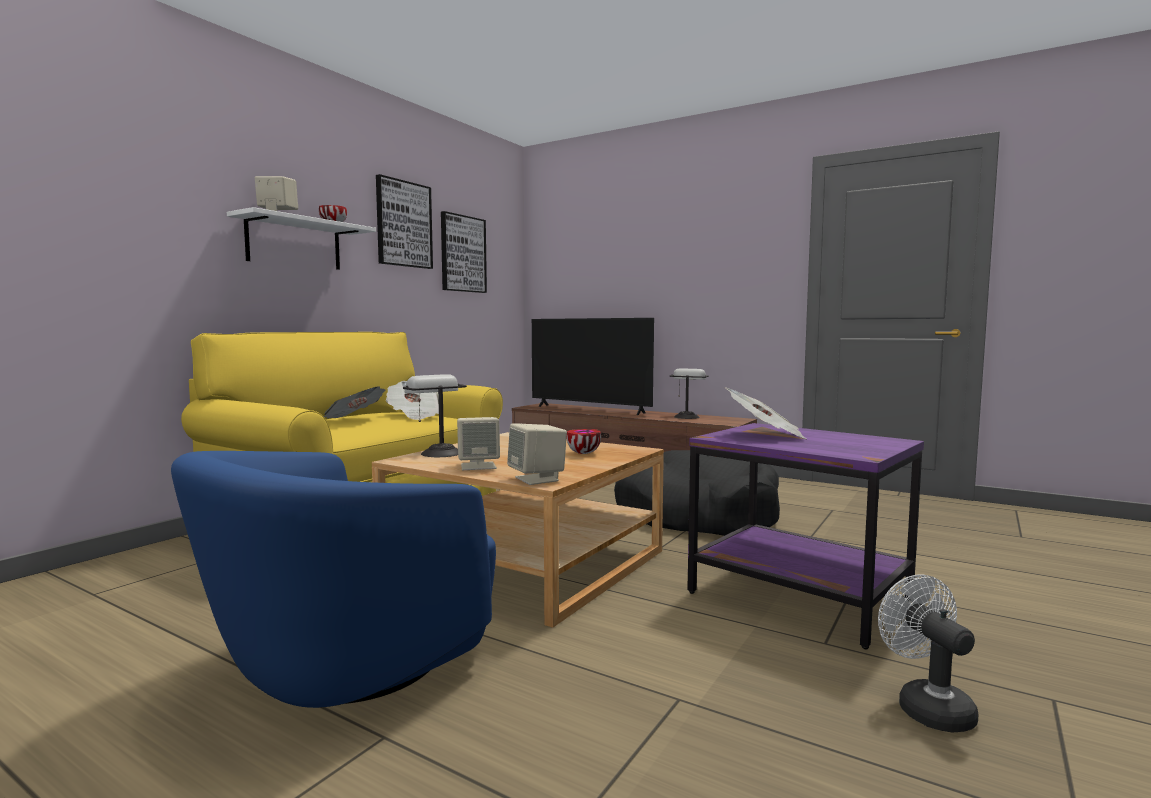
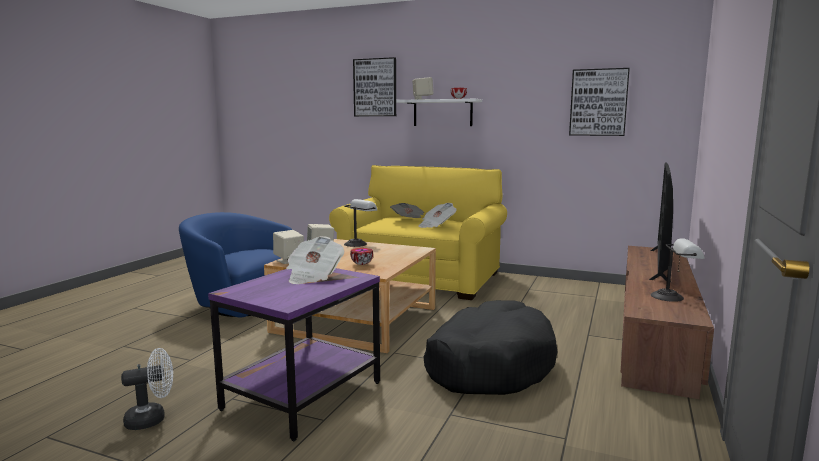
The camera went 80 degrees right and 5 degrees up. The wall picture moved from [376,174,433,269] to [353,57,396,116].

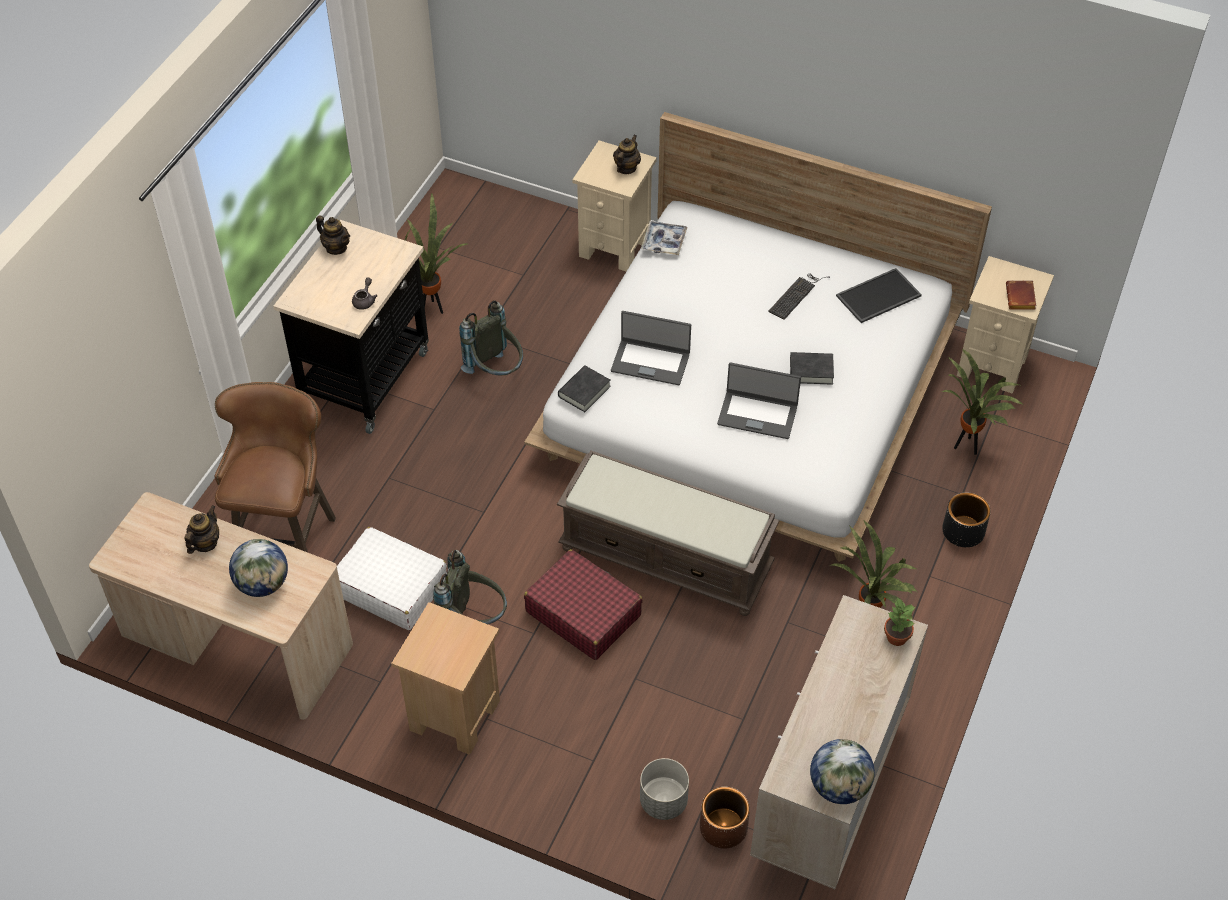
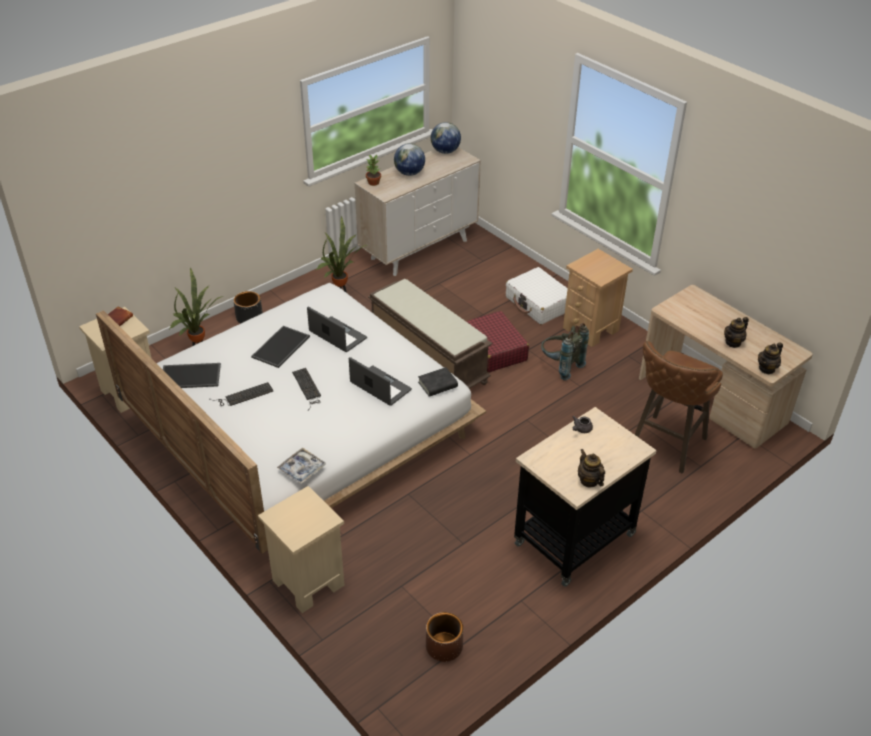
The camera went 155 degrees left and 10 degrees down. The houseplant at [405,193,467,314] disappeared. The greyish backpack at [459,300,523,375] disappeared. The greyish flower pot at [640,758,689,820] disappeared. The PC keyboard at [292,368,321,411] appeared. The globe moved from [229,539,288,597] to [394,143,425,176]. The whitish suitcase moved from [337,527,447,630] to [506,267,568,325]. The teapot moved from [613,134,641,174] to [758,342,783,374]. The brown flower pot moved from [700,786,750,849] to [426,612,463,662]. The blackish bound book at [790,352,834,385] was replaced by the tray at [251,326,310,368].

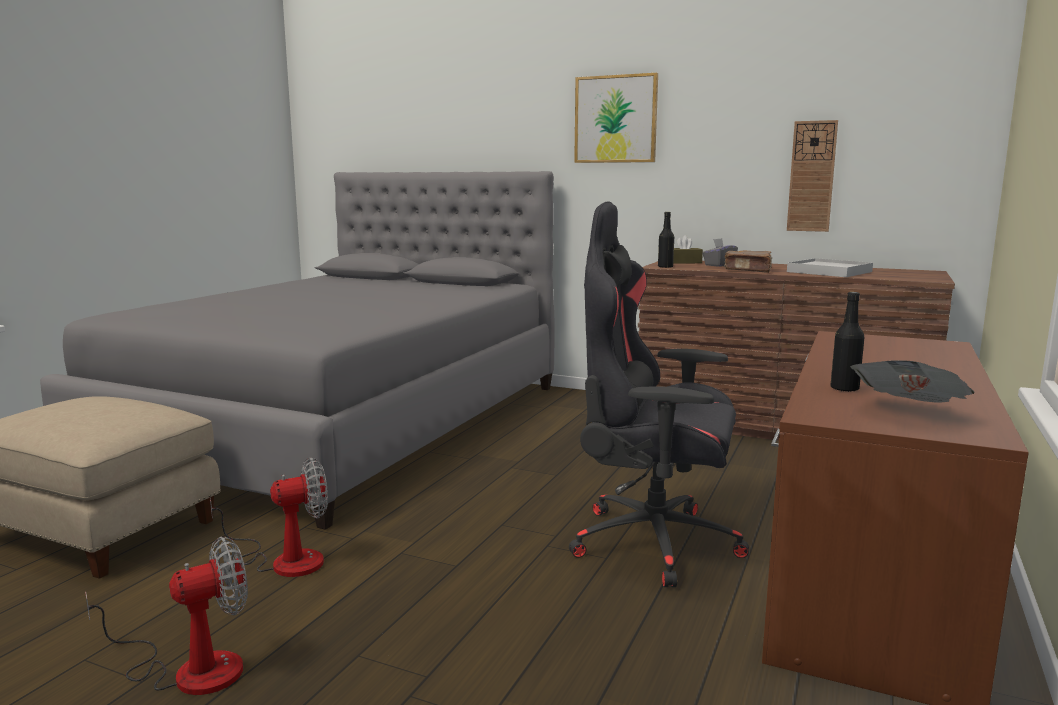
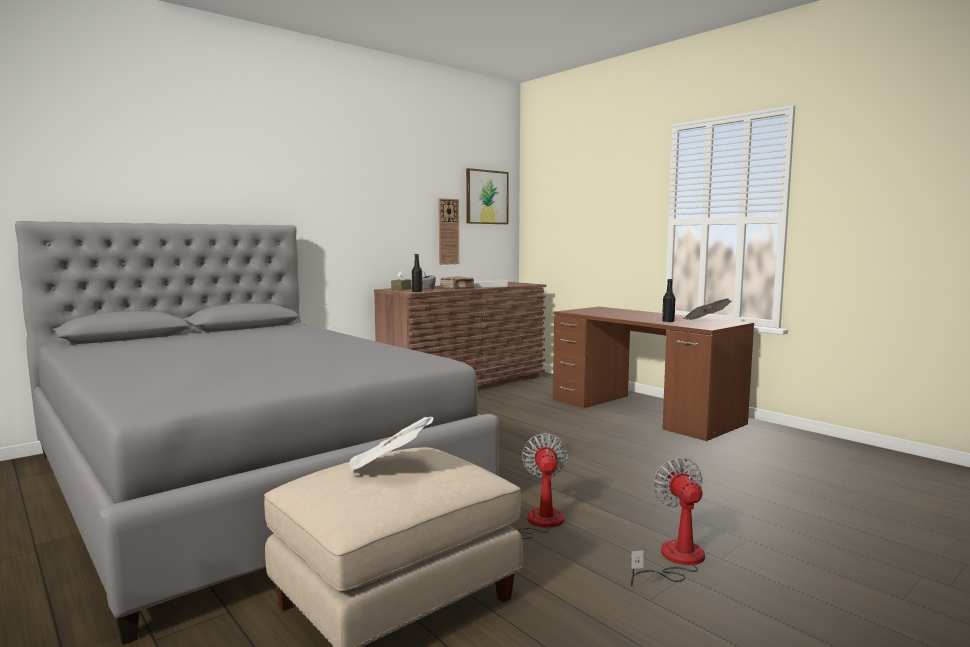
The camera went 65 degrees left and 5 degrees down. The blackish office chair at [569,202,749,587] disappeared. The newspaper at [349,417,433,473] appeared. The wall picture moved from [574,73,658,163] to [466,168,509,224].

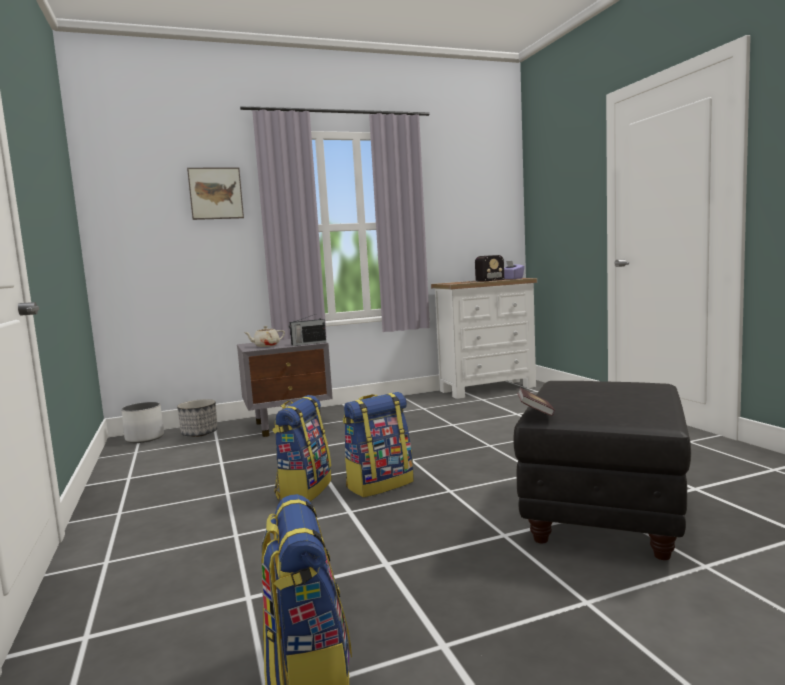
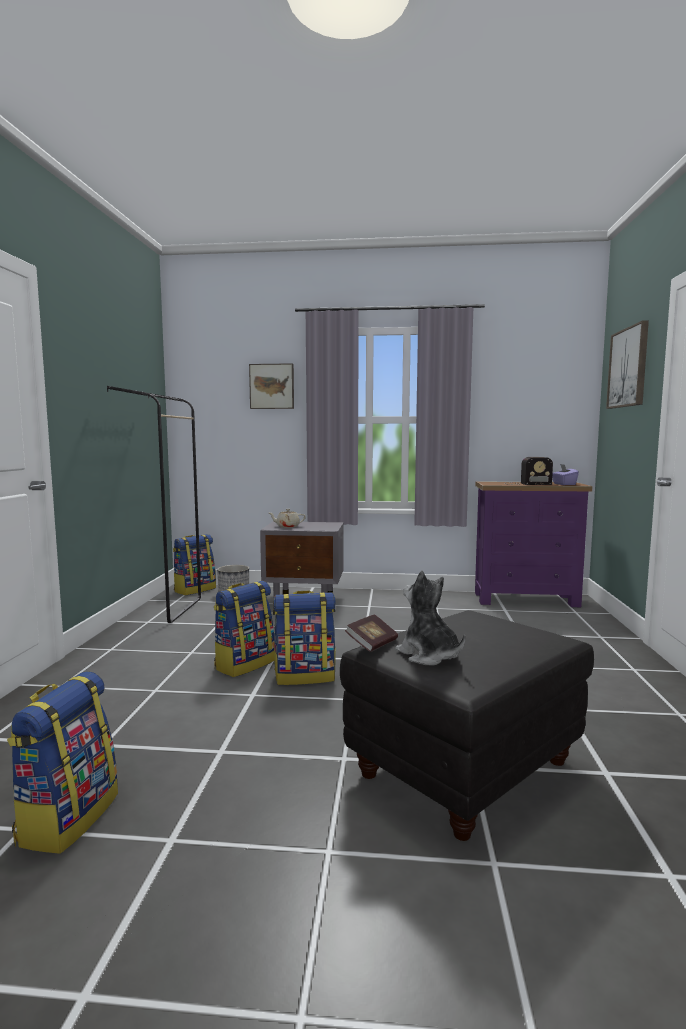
The camera went 25 degrees right and 0 degrees up. The radio set at [289,314,326,346] disappeared. The blackish garment rack at [107,386,201,623] appeared. The cuddly toy at [395,570,465,665] appeared. The wall picture at [606,320,649,409] appeared. The whitish flower pot at [121,402,164,443] was replaced by the backpack at [173,534,216,595]. The whitish chest of drawers at [431,278,537,399] became the purple chest of drawers at [475,481,593,607].

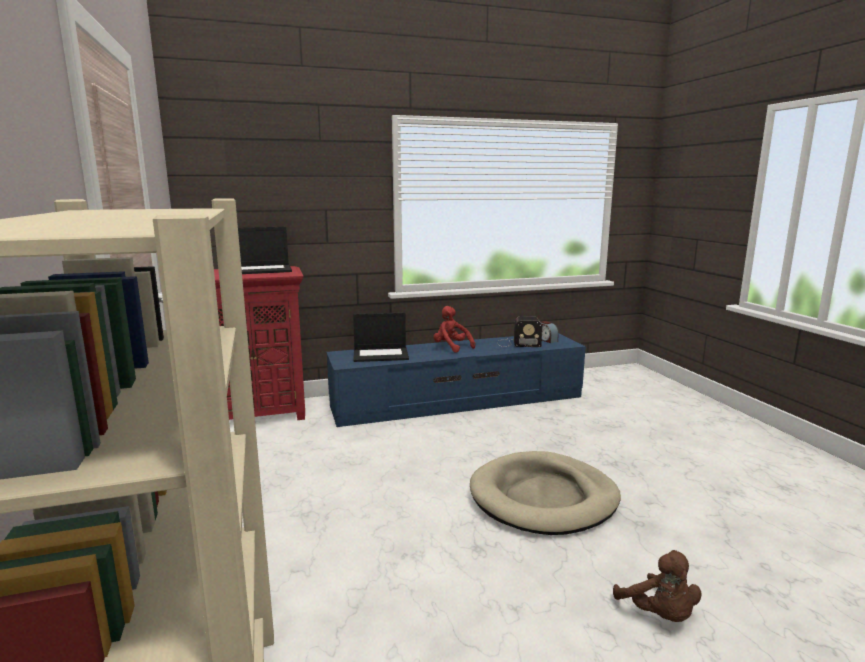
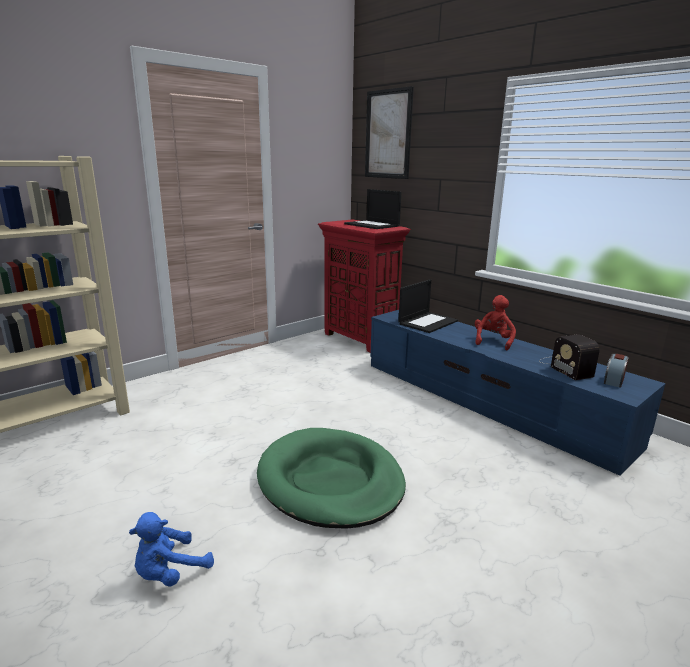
The camera went 65 degrees right and 5 degrees up. The wall picture at [365,86,414,179] appeared. The beige dog cushion at [470,451,621,535] became the greenish dog cushion at [257,428,406,529]. The brown cuddly toy at [613,550,701,622] became the bluish cuddly toy at [129,512,214,587]. The notebook computer at [353,312,409,362] turned 105 degrees counterclockwise.

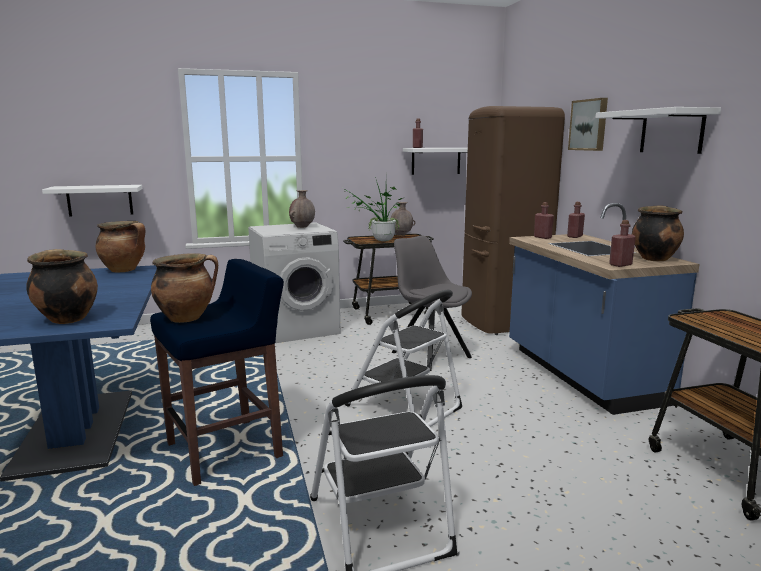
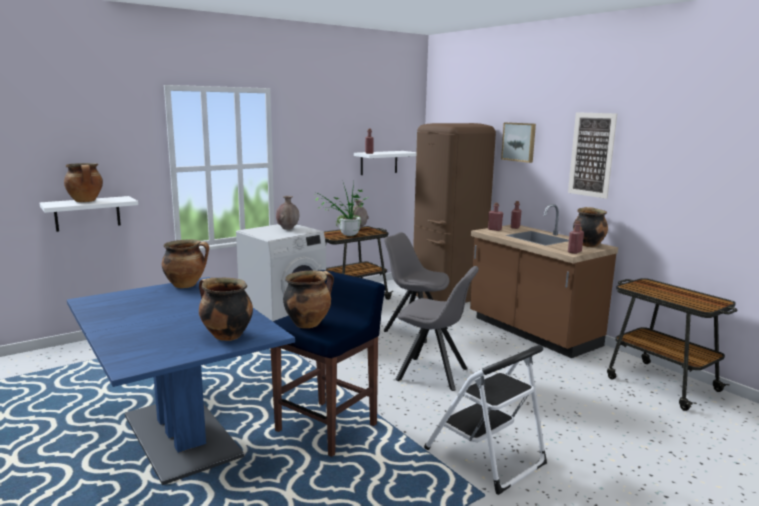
The camera went 20 degrees left and 0 degrees up. The saucepot at [64,163,103,202] appeared. The stepladder at [345,290,462,427] was replaced by the greyish chair at [396,266,479,391]. The whitish wall shelf at [596,107,721,154] was replaced by the wall picture at [568,112,617,199]. The bluish kitchen base unit at [509,203,700,415] became the brown kitchen base unit at [470,204,618,358].

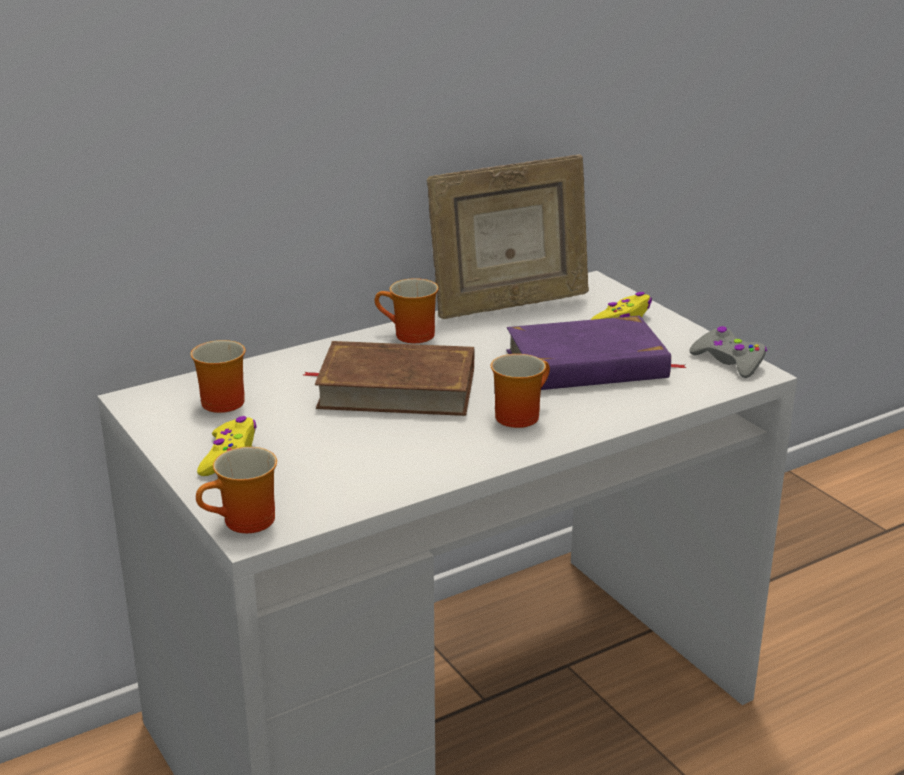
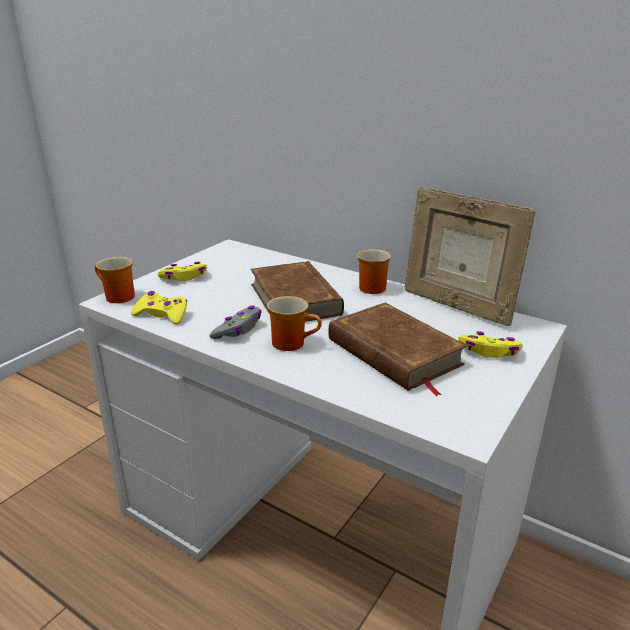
The camera went 65 degrees right and 0 degrees up. The tea mug at [190,340,245,413] disappeared. The yellow-coloured joypad at [131,291,187,324] appeared. The greyish joypad moved from [690,326,767,378] to [209,306,262,339]. The purple bound book at [506,316,687,390] became the brown bound book at [328,303,467,396].

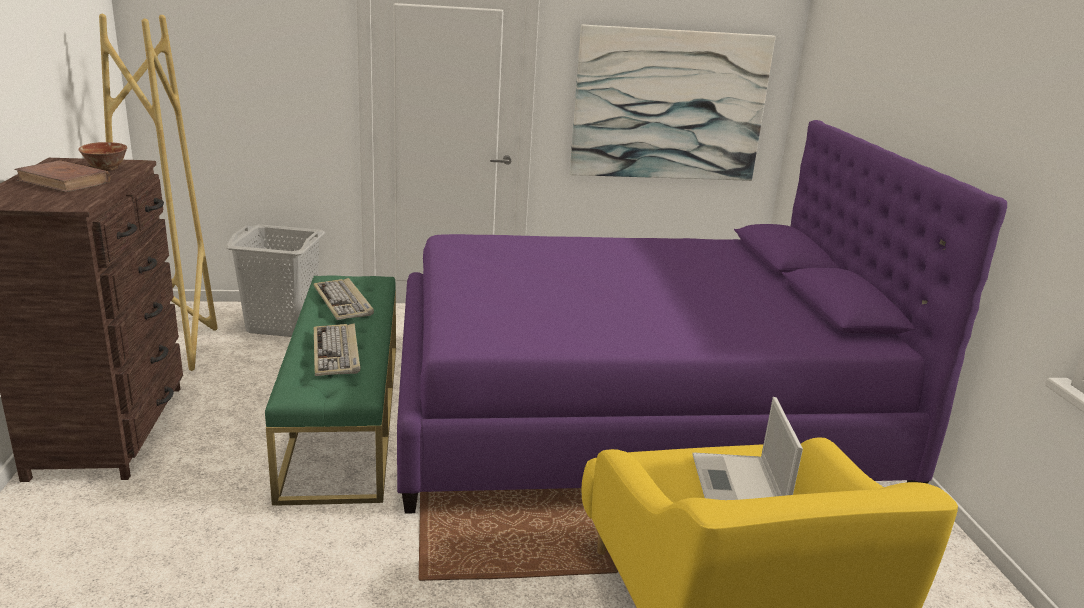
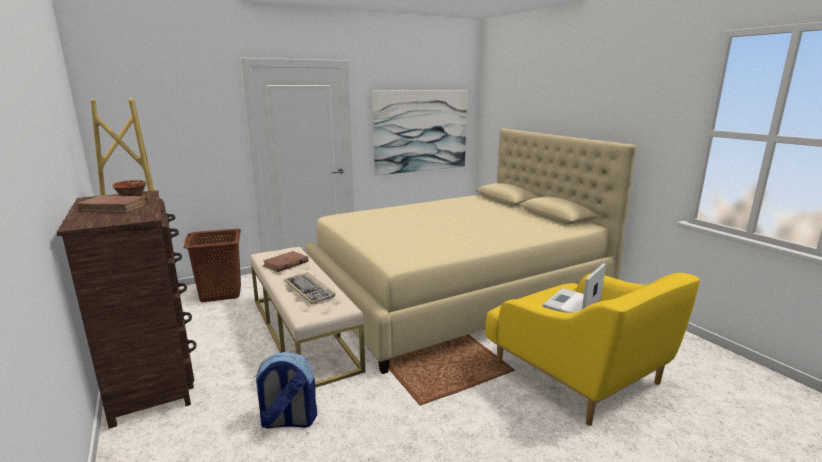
The camera went 20 degrees left and 5 degrees down. The backpack at [254,352,317,429] appeared. The PC keyboard at [313,278,374,320] was replaced by the brown bound book at [263,251,309,272]. The greyish washing basket at [225,224,325,337] became the brown washing basket at [183,229,241,302]. The greenish indoor bench at [265,276,396,506] became the beige indoor bench at [250,247,365,388]. The purple bed at [397,120,1007,514] became the beige bed at [306,128,636,374]. The notebook computer at [692,397,803,500] turned 60 degrees clockwise.

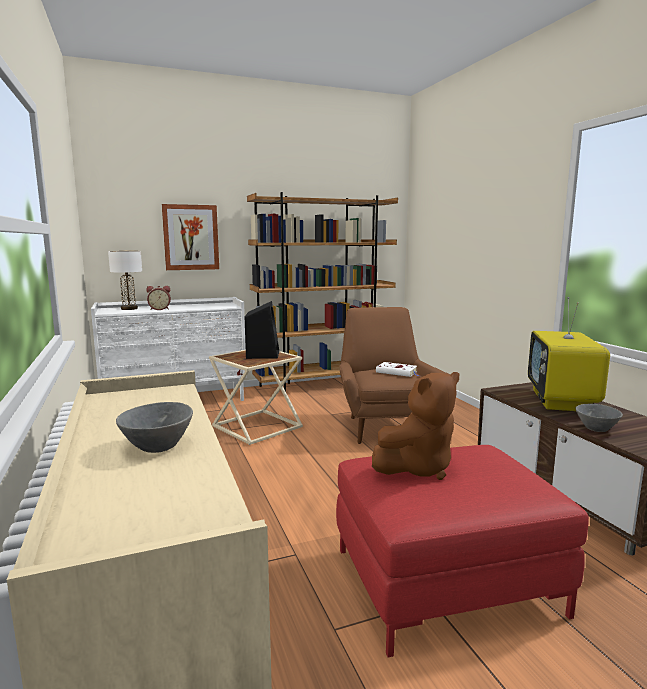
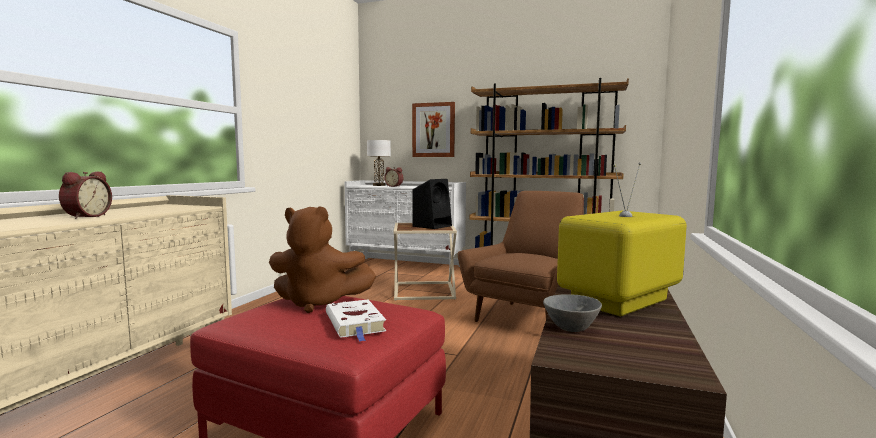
The camera went 40 degrees right and 5 degrees down. The whitish bound book moved from [376,362,420,377] to [326,299,386,342]. The greyish bowl at [116,402,193,453] was replaced by the alarm clock at [59,171,112,219].

